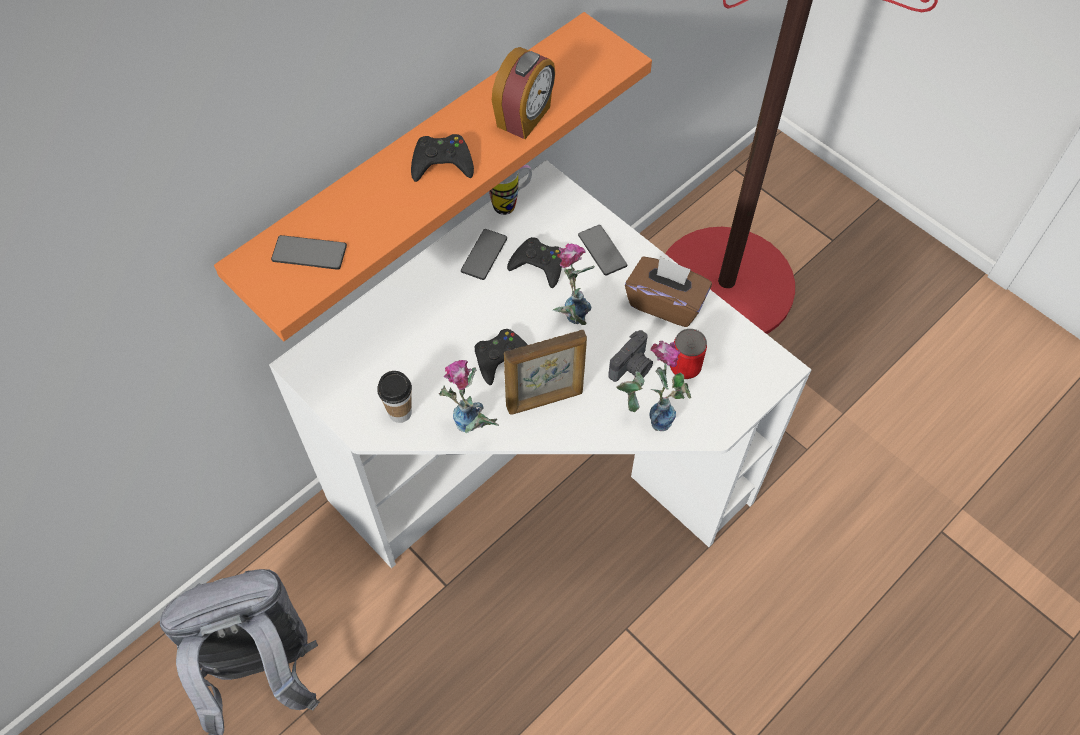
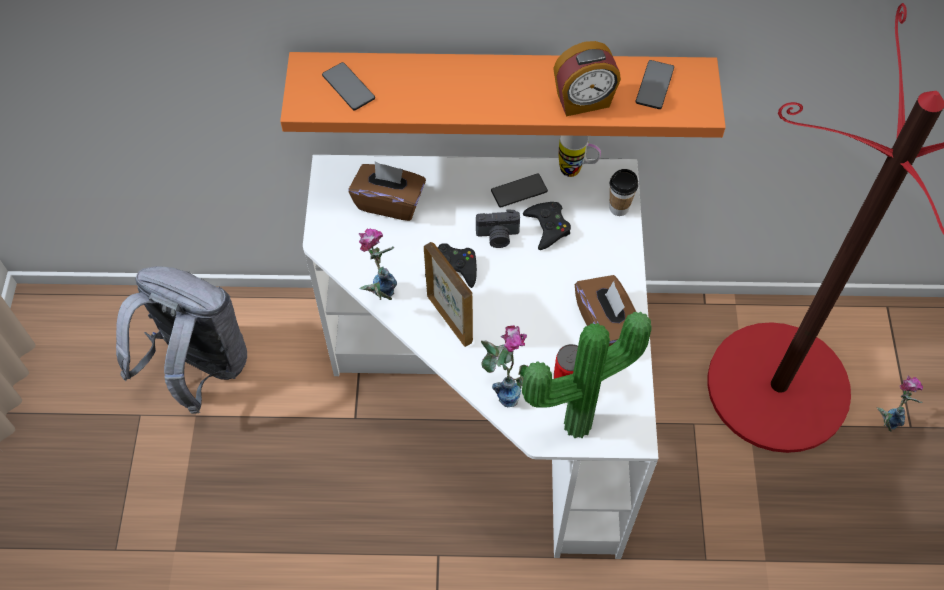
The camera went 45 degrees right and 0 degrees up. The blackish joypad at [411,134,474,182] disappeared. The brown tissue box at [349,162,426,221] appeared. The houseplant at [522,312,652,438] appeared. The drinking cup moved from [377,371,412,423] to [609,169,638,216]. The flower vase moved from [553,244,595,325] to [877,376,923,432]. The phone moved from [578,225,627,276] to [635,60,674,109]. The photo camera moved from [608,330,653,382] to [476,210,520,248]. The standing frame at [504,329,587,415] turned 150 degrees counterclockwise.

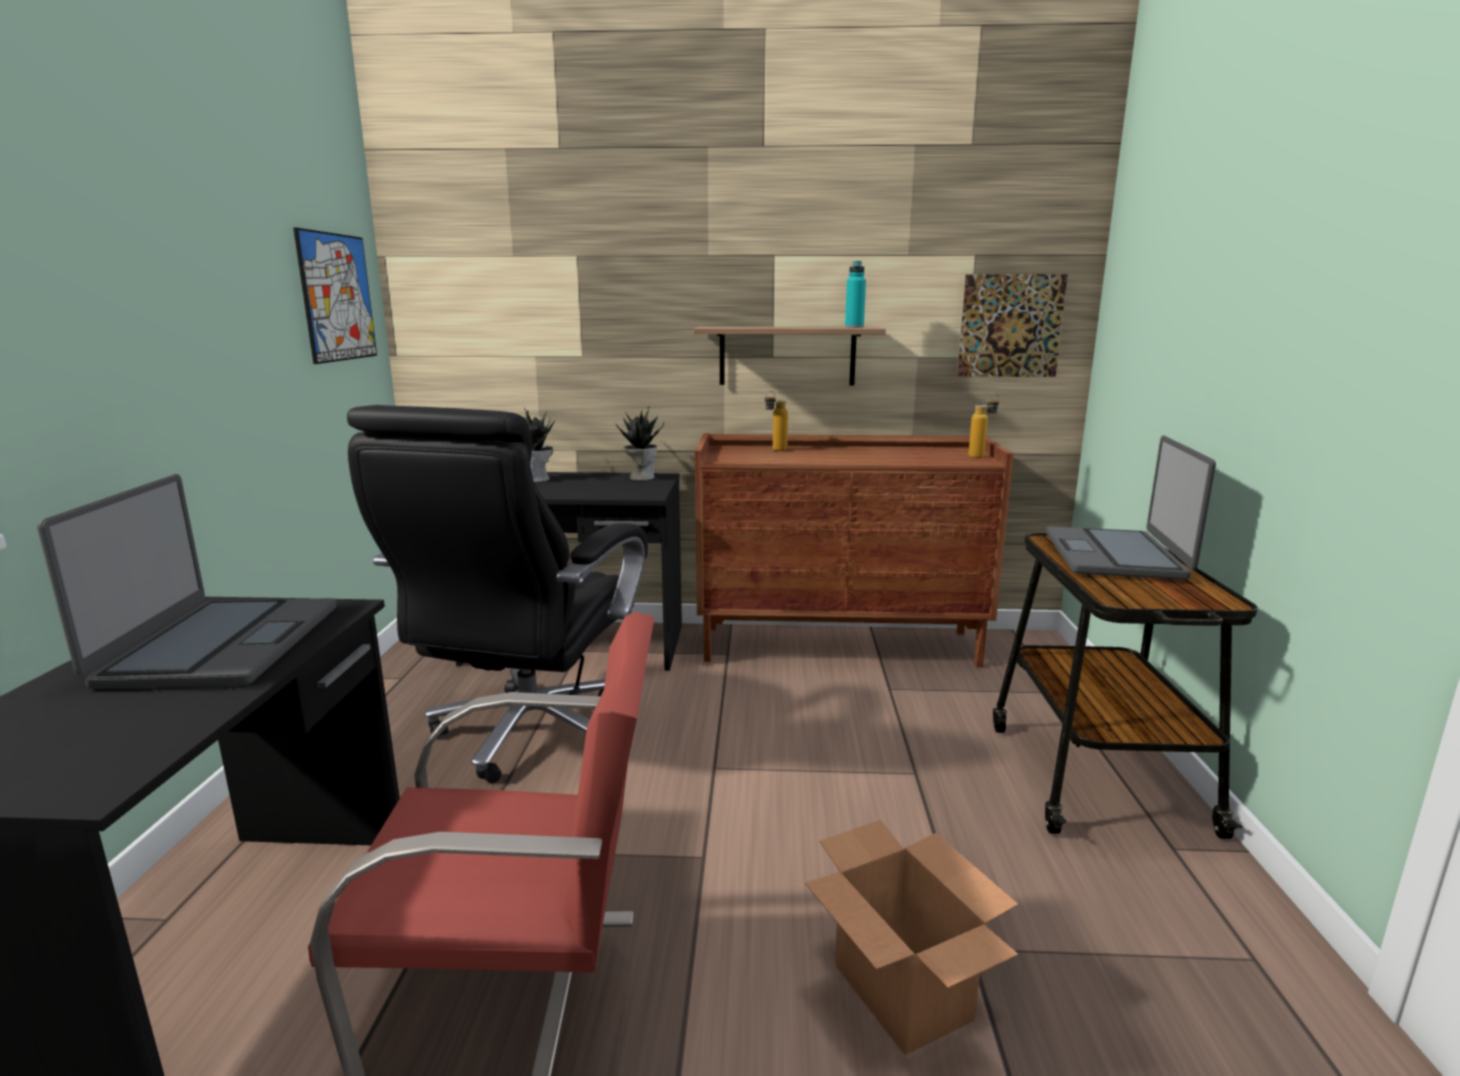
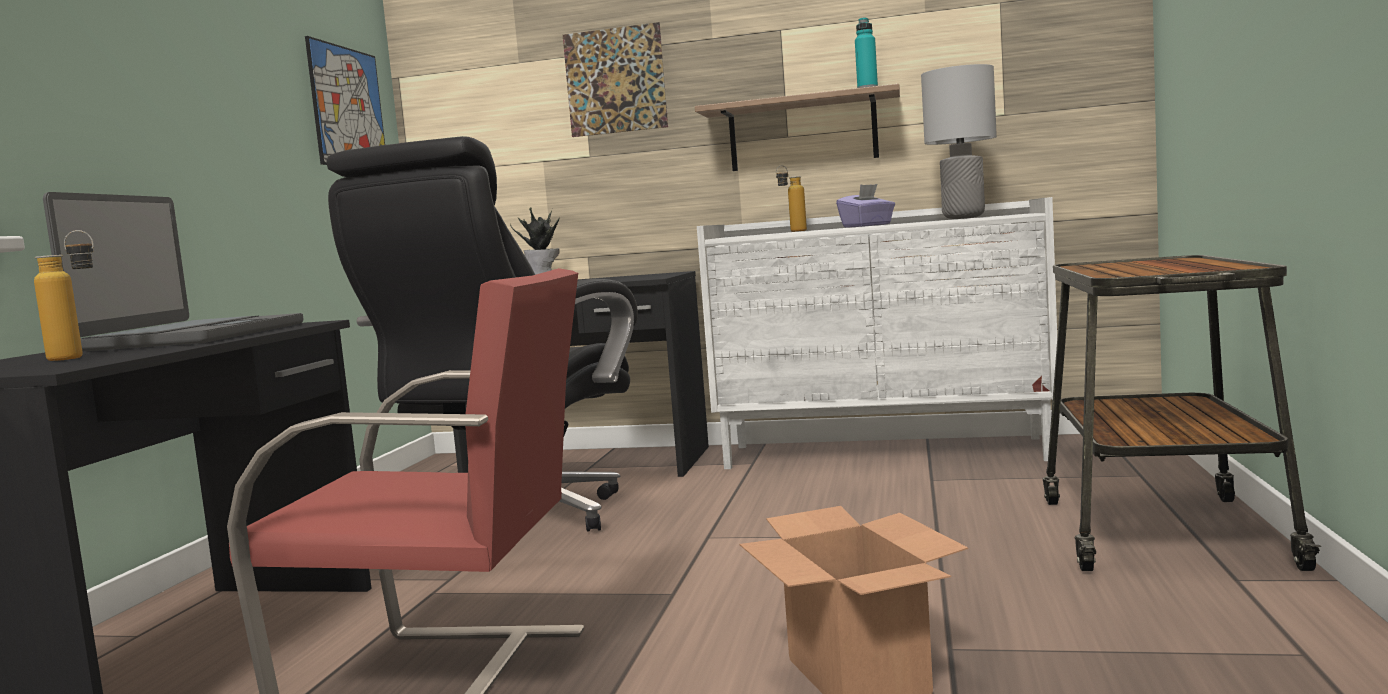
The camera went 10 degrees right and 10 degrees down. The houseplant at [615,406,664,480] disappeared. The notebook computer at [1046,435,1216,580] disappeared. The purple tissue box at [836,184,895,228] appeared. The greyish table lamp at [921,64,997,219] appeared. The wall picture moved from [957,274,1068,377] to [563,22,668,137]. The bottle moved from [968,394,999,458] to [34,230,94,361]. The brown storage cabinet at [695,433,1014,668] became the whitish storage cabinet at [697,197,1057,469].

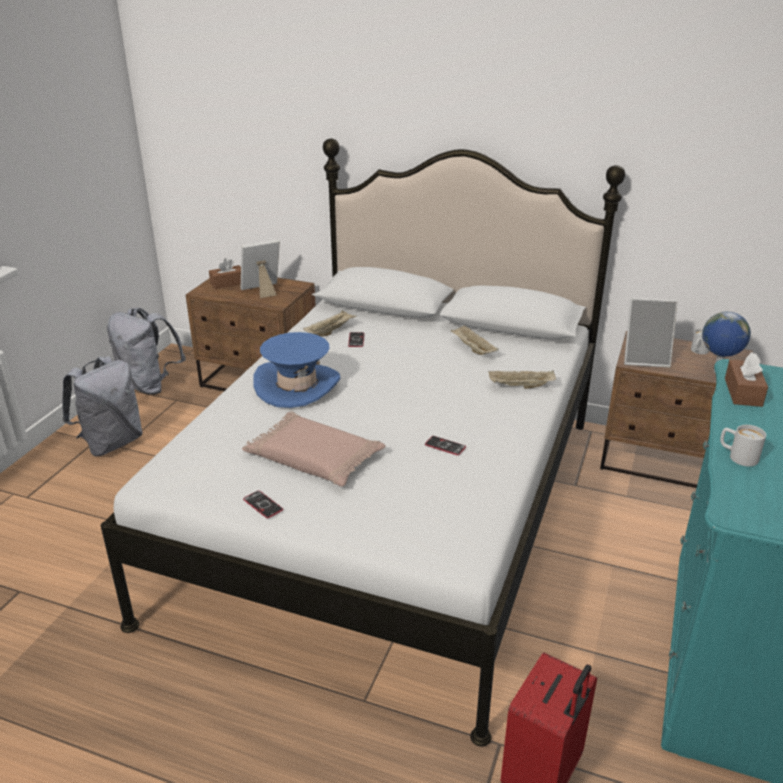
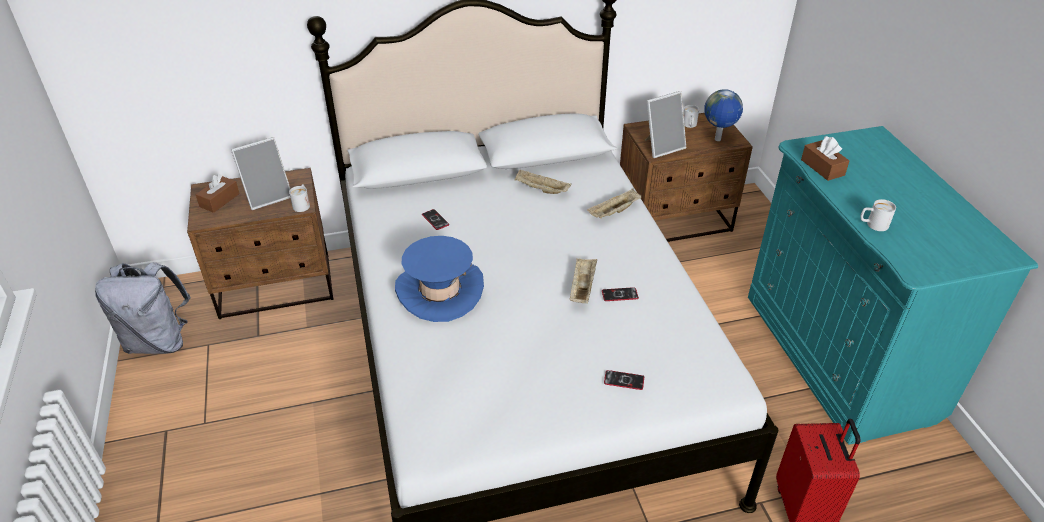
The camera went 35 degrees left and 10 degrees up. The greyish backpack at [62,356,143,456] disappeared. The beige cushion at [242,411,386,487] disappeared. The whitish tea mug at [289,184,310,212] appeared. The phone moved from [243,491,283,518] to [604,370,644,390]. The beige tray moved from [303,310,357,337] to [569,258,597,304]. The standing frame at [241,239,280,298] turned 150 degrees counterclockwise.

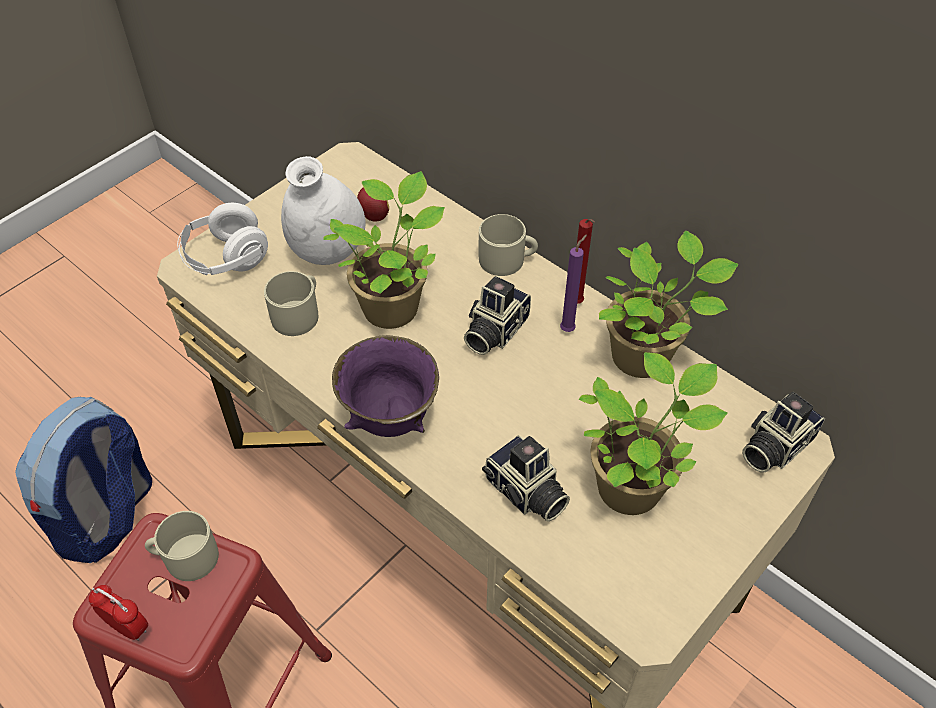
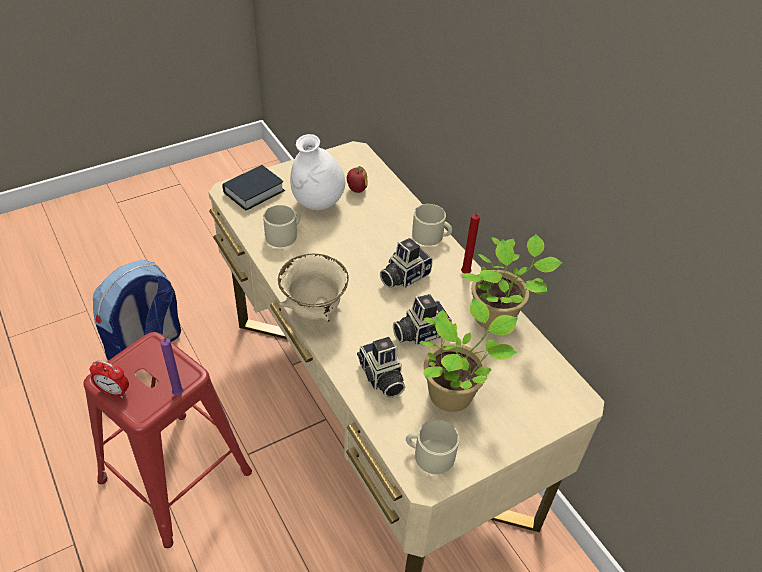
The camera went 15 degrees right and 5 degrees down. The houseplant at [323,171,445,329] disappeared. The beige tea mug moved from [145,511,219,581] to [406,419,459,474]. The purple wax candle moved from [560,235,587,332] to [160,332,183,396]. The photo camera moved from [742,392,825,473] to [393,294,452,346]. The whitish headphones at [177,203,268,275] was replaced by the bound book at [222,165,285,210]. The purple bowl at [332,335,439,437] became the beige bowl at [278,254,349,322]. The alarm clock at [88,585,148,641] turned 150 degrees clockwise.

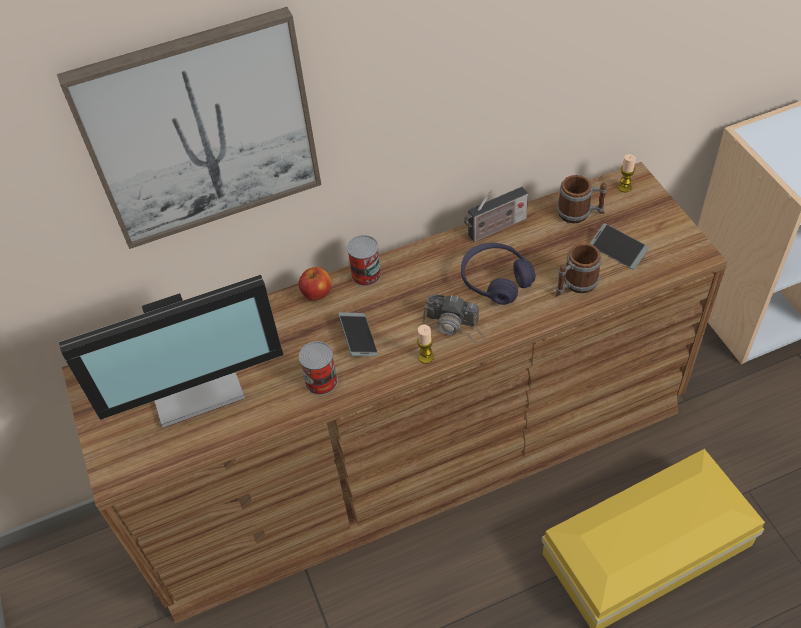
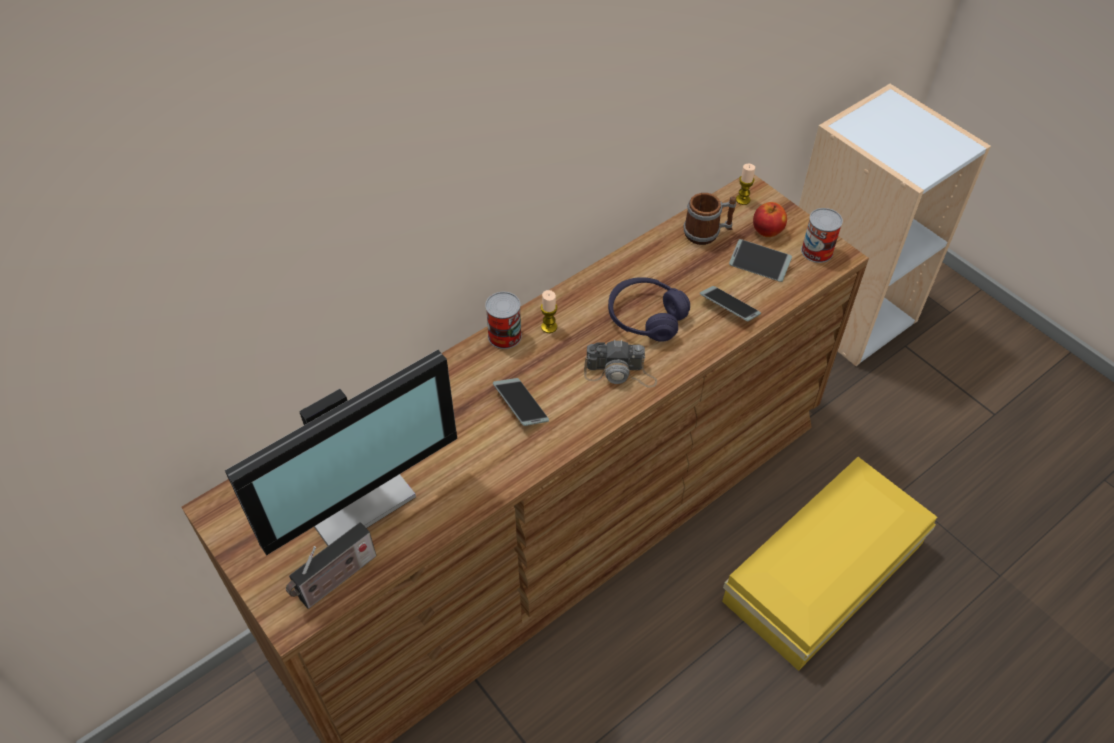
The camera went 20 degrees left and 0 degrees up. The wall picture at [57,7,321,249] disappeared. The apple moved from [299,267,332,301] to [753,202,787,237]. The metal can moved from [299,341,338,395] to [801,208,843,263]. The wax candle moved from [417,325,434,364] to [541,290,557,333]. The radio set moved from [464,187,528,242] to [286,522,376,609]. The tea mug at [556,243,602,297] was replaced by the phone at [700,286,761,321].

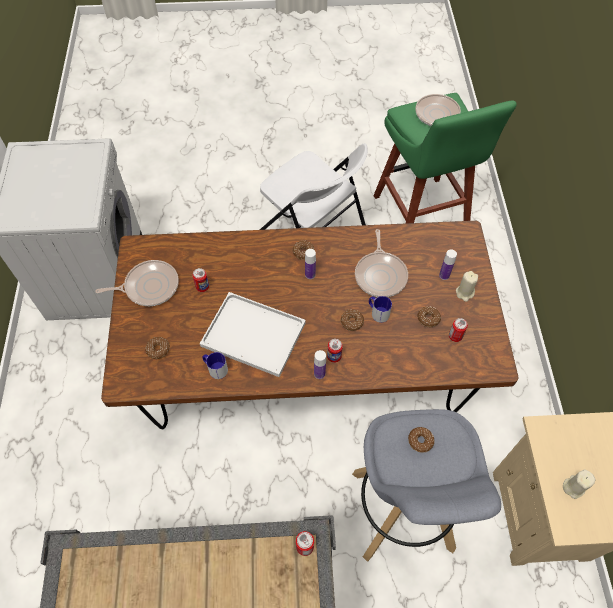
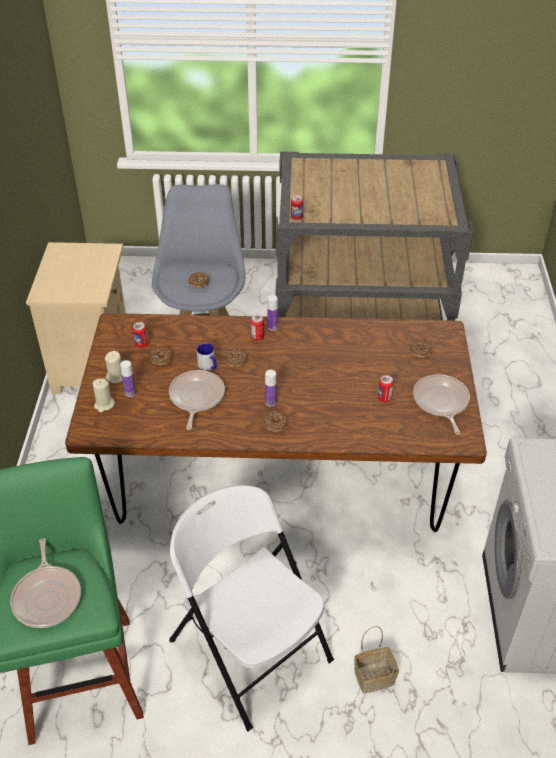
The camera went 175 degrees left and 15 degrees down. The whitish tray at [200,292,306,377] disappeared. The tea mug at [202,352,228,379] disappeared. The household basket at [354,626,399,694] appeared. The beige wax candle moved from [563,470,596,499] to [92,378,115,412]. The skillet at [95,260,179,306] turned 90 degrees clockwise.

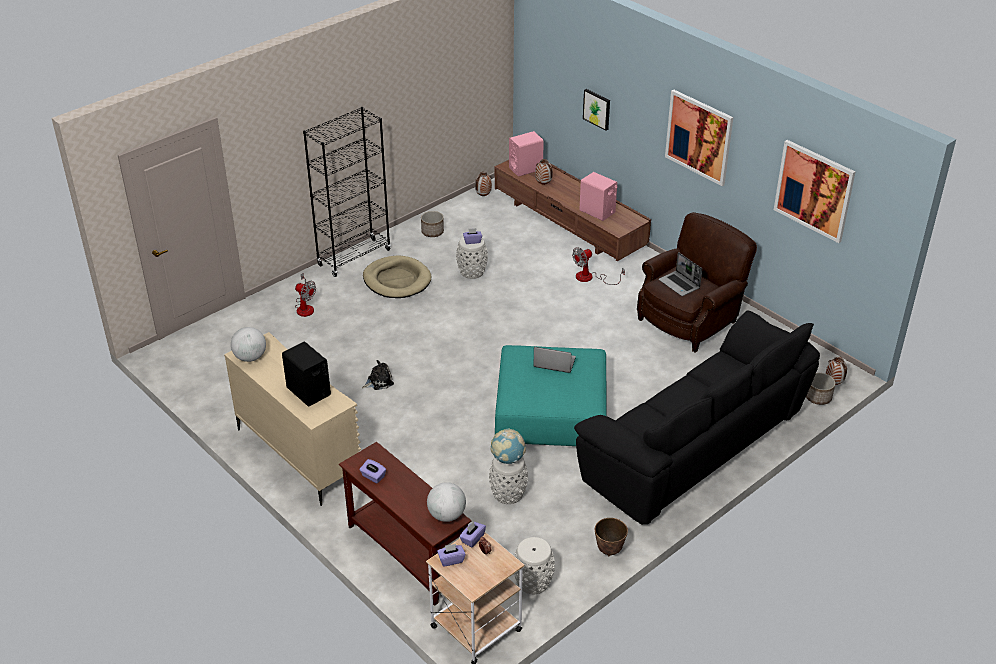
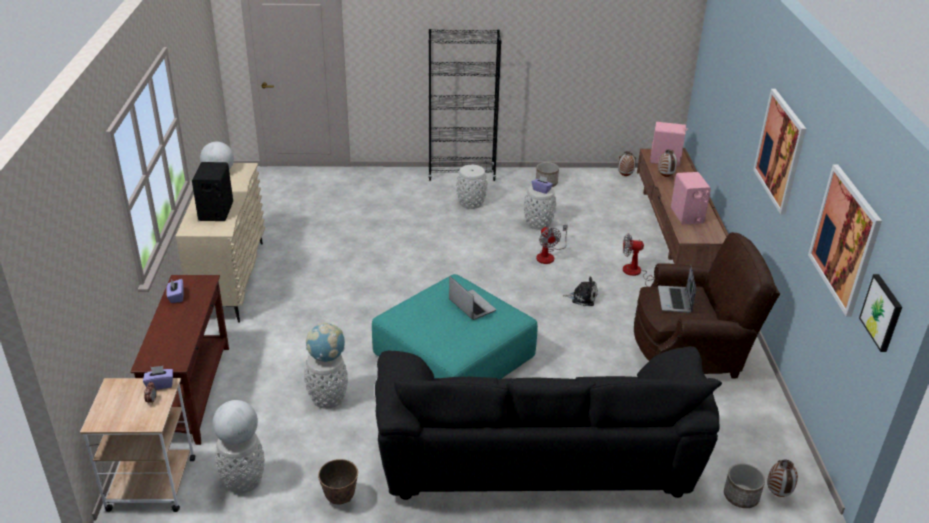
The camera went 40 degrees right and 5 degrees down. The purple tissue box at [437,544,466,567] disappeared. The cooling fan moved from [295,273,316,317] to [536,224,568,264]. The cuddly toy moved from [362,360,394,390] to [563,277,598,306]. The globe moved from [427,482,466,522] to [212,400,258,445]. The wall picture moved from [583,89,610,131] to [859,274,902,352]. The beige dog cushion at [363,255,431,298] was replaced by the whitish sitting stool at [456,165,488,209].

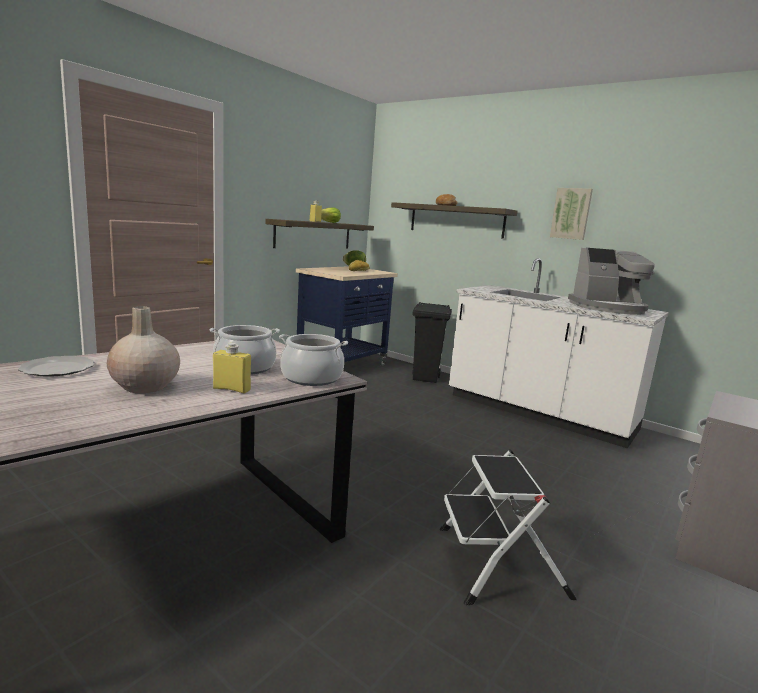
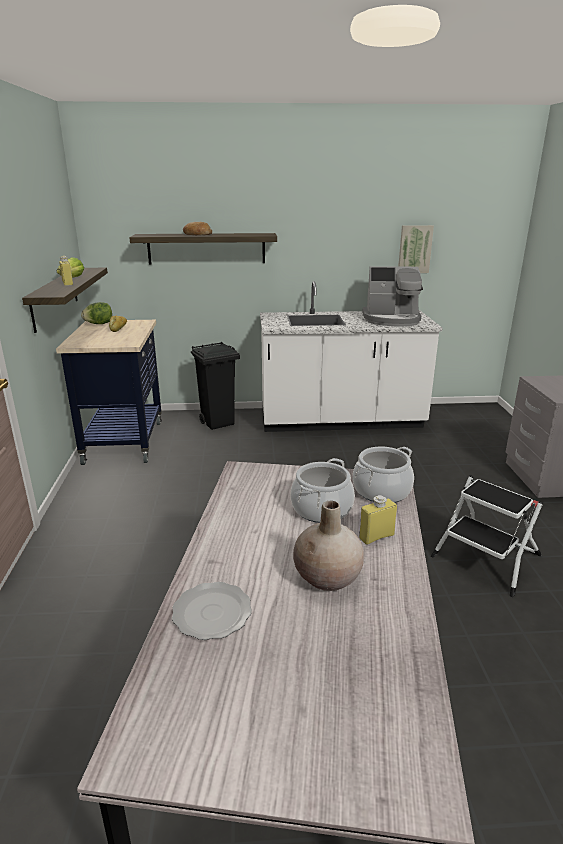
The camera went 40 degrees left and 10 degrees up. The wall picture moved from [550,188,593,240] to [398,225,434,273]. The coffee maker at [568,248,655,315] turned 45 degrees clockwise.

